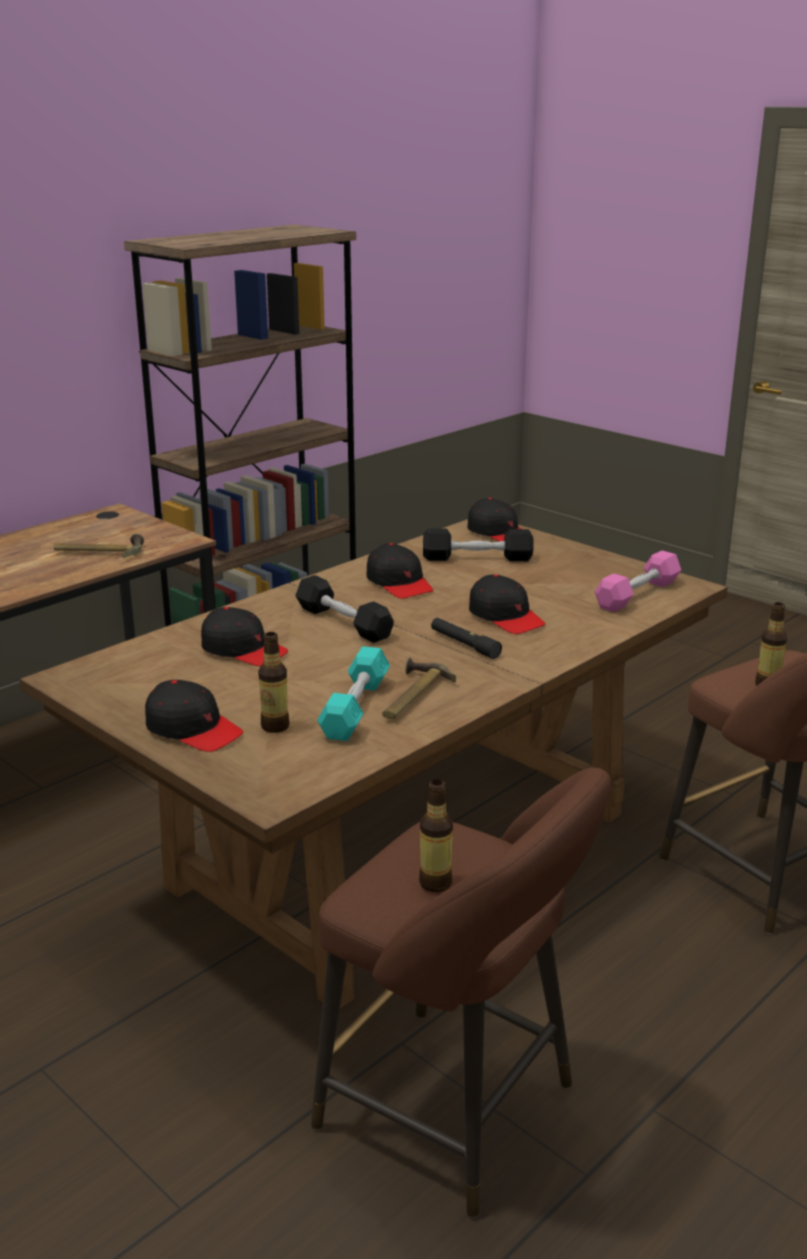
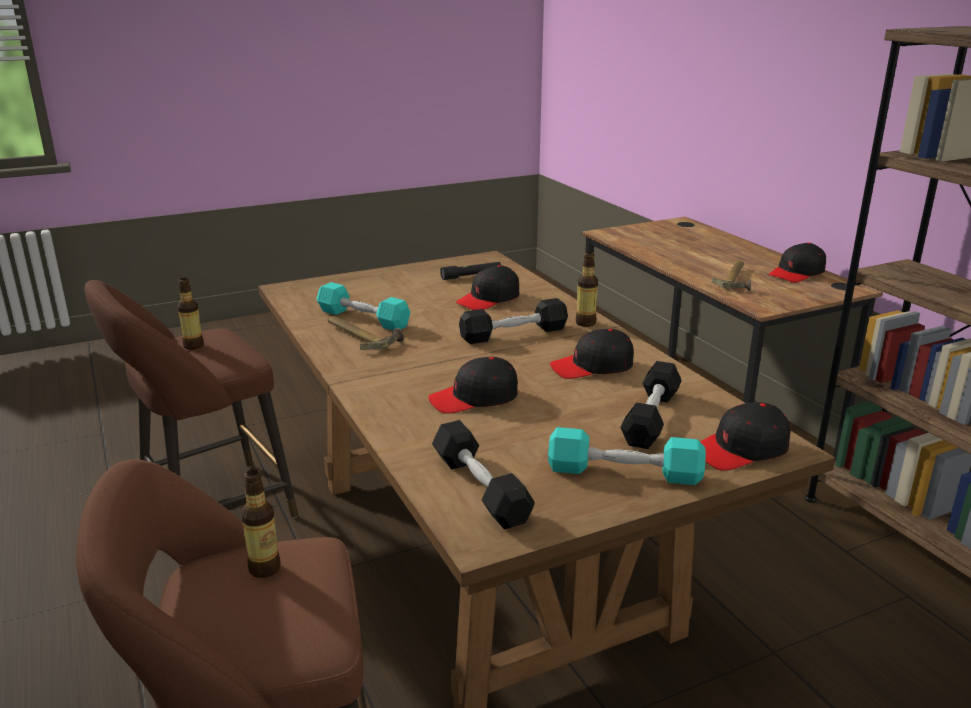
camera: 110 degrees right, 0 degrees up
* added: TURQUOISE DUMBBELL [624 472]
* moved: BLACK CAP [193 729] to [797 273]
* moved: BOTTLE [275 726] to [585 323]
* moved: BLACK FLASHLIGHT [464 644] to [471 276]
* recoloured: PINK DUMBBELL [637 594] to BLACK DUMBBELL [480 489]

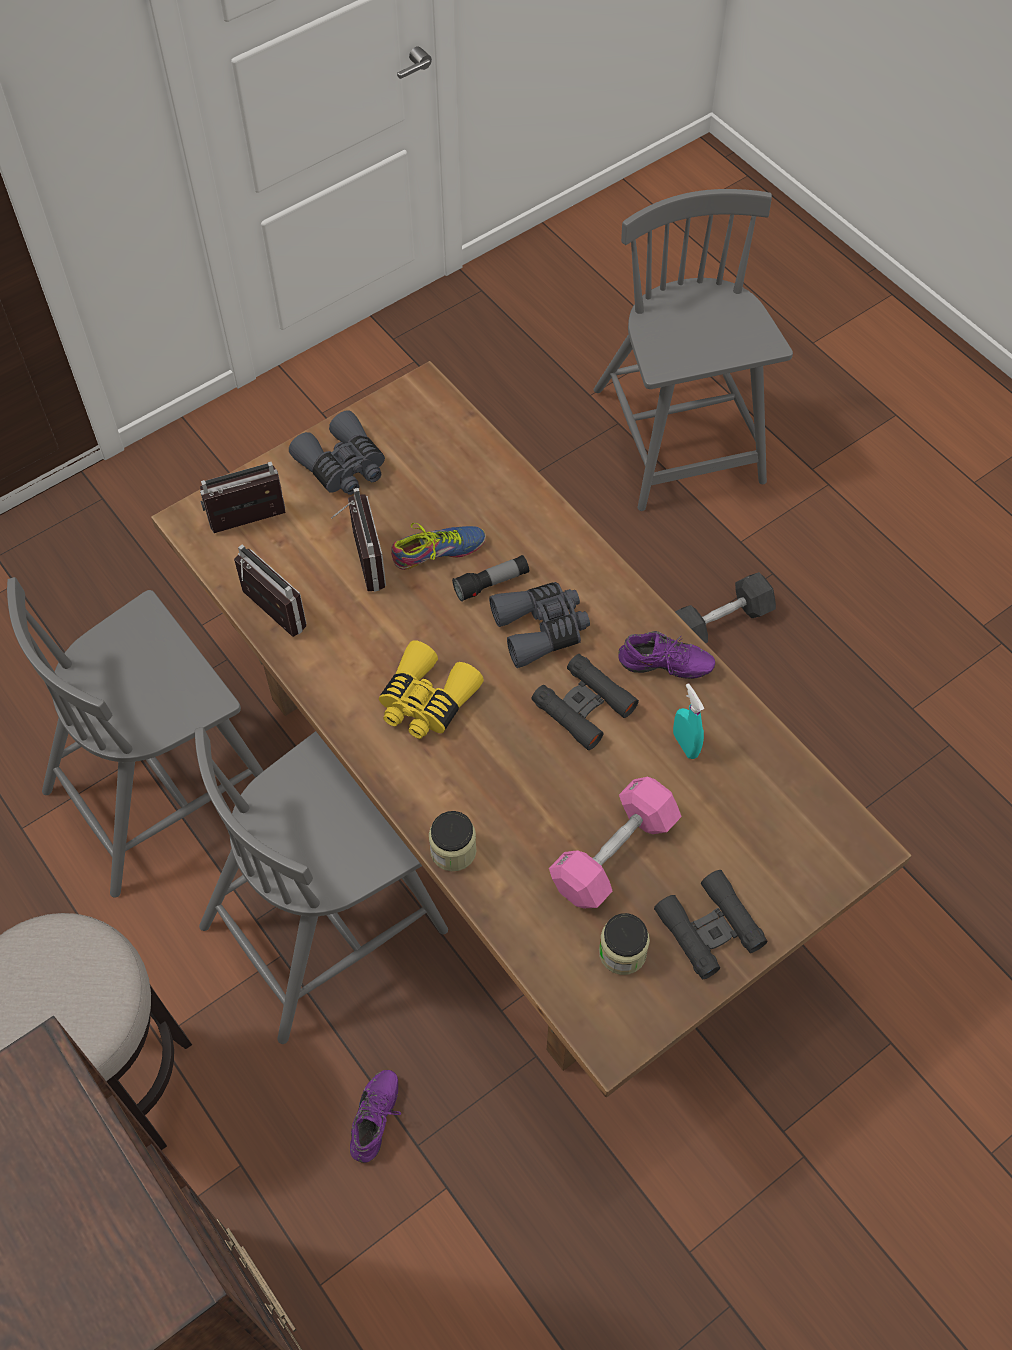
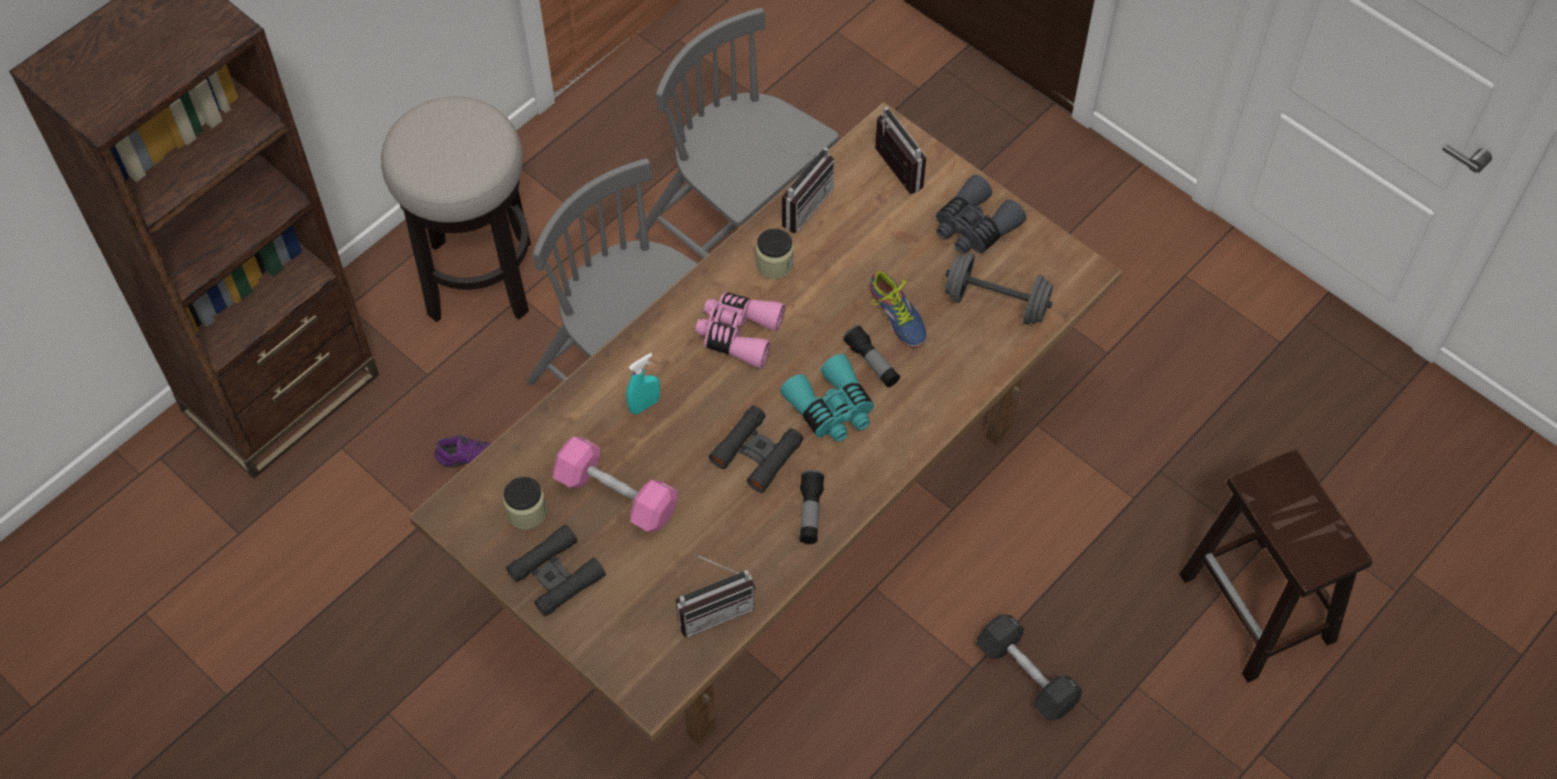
camera: 80 degrees right, 0 degrees up
* added: GREY DUMBBELL [996 302]
* moved: RADIO [359 561] to [713 608]
* moved: JAR [453 850] to [774 264]
* moved: TURQUOISE SPRAY BOTTLE [685 745] to [644 405]
* replaced: GREY CHAIR [678 439] to BROWN STOOL [1258 609]
* replaced: PURPLE SHOE [664 668] to FLASHLIGHT [810 513]
* recoloured: YELLOW BINOCULARS [426 701] to PINK BINOCULARS [738 334]
* recoloured: GREY BINOCULARS [541 629] to TURQUOISE BINOCULARS [831 409]

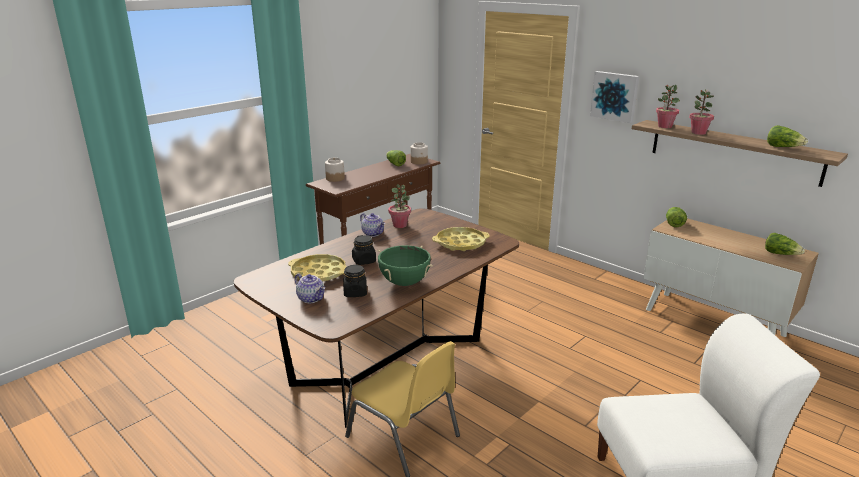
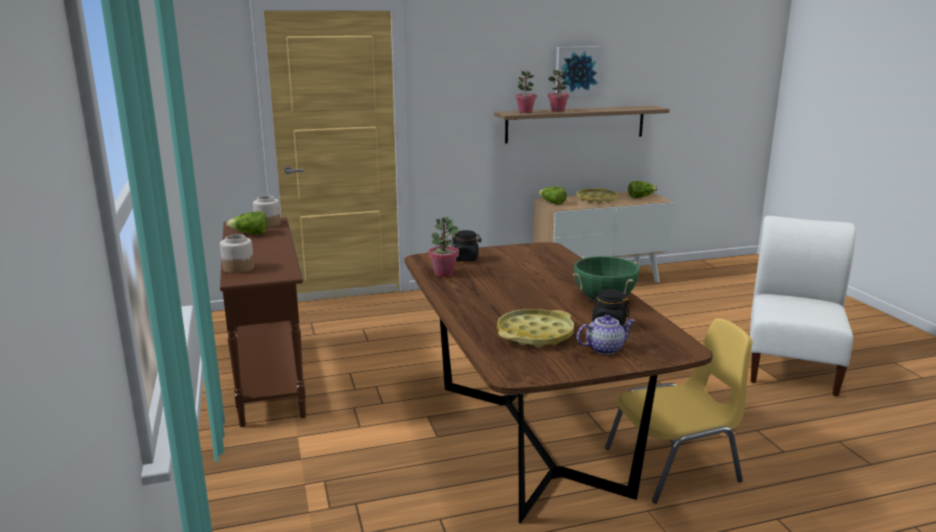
camera: 60 degrees left, 5 degrees down
* removed: TEAPOT [373 233]
* removed: LETTUCE [783 147]
* moved: BLACK JAR [364 261] to [466 259]
* moved: YELLOW TRAY [460 243] to [597 199]
* moved: PICTURE [615 96] to [577 70]

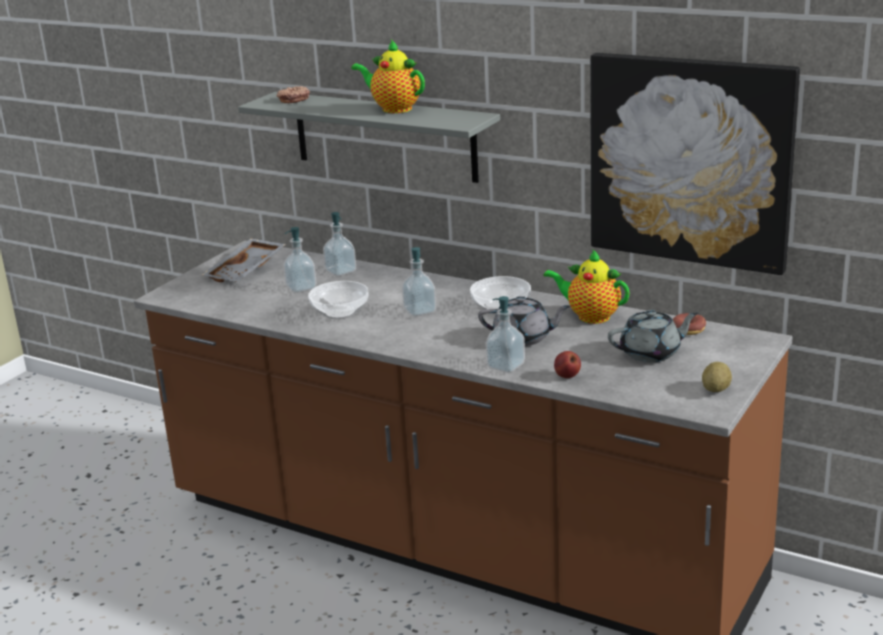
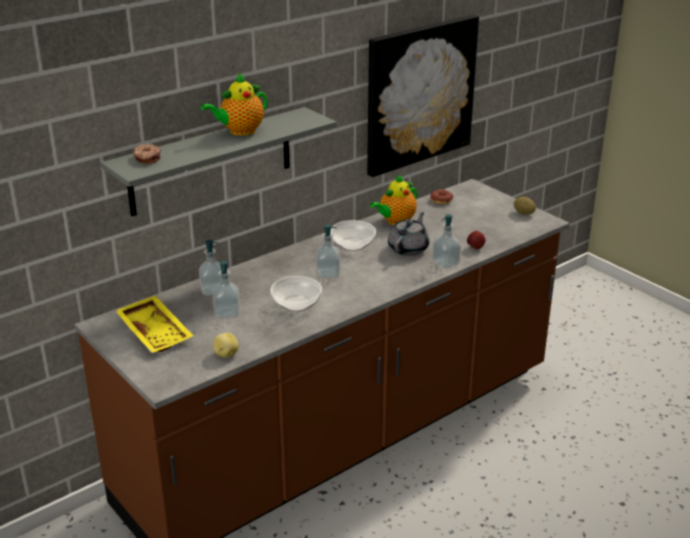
camera: 70 degrees left, 5 degrees up
* removed: GREY TEAPOT [651 353]
* added: POTATO [225 354]
* recoloured: GREY TRAY [247 271] to YELLOW TRAY [156 332]

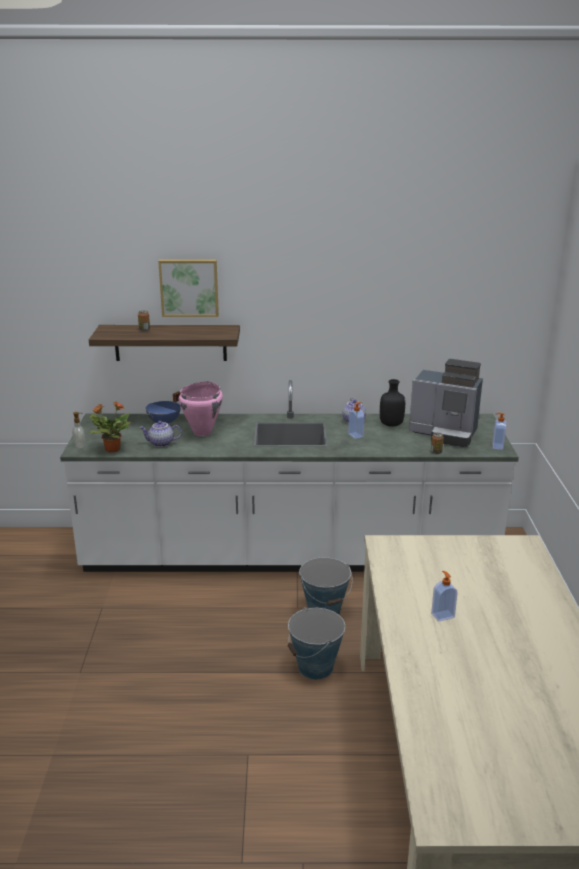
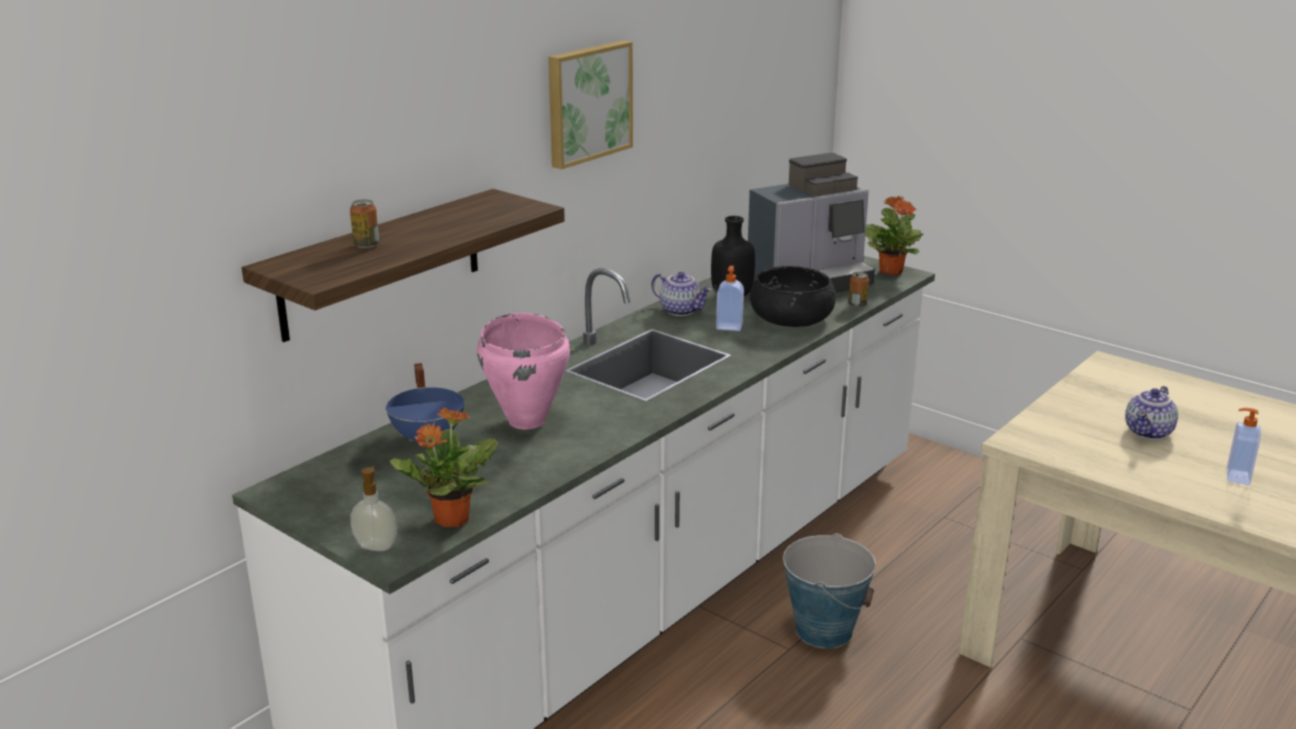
camera: 50 degrees left, 0 degrees up
* removed: BUCKET [315 667]
* added: BLACK BOWL [791 317]
* moved: TEAPOT [161 444] to [1149 433]
* moved: PICTURE [189 287] to [587 102]
* replaced: SOAP DISPENSER [497 446] to POTTED PLANT [891 271]

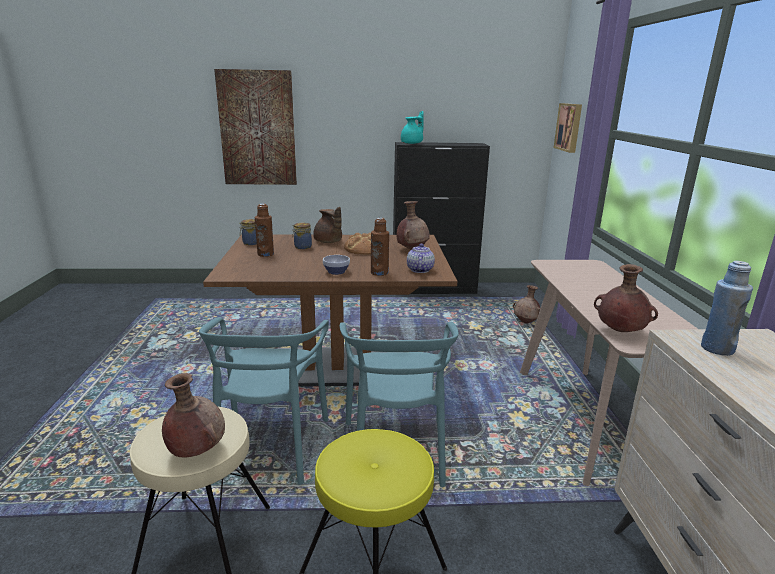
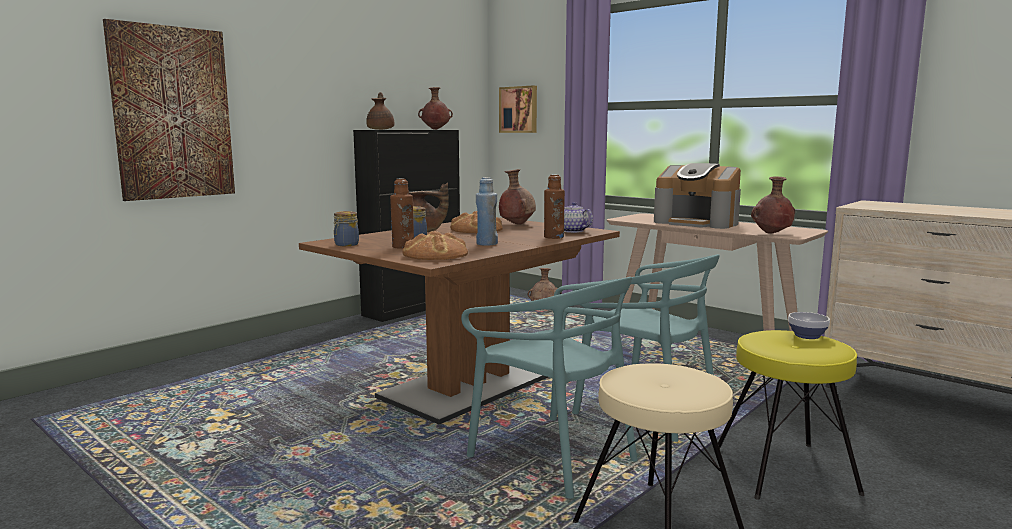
camera: 45 degrees left, 10 degrees down
* added: BREAD [435 255]
* added: COFFEE MACHINE [697 223]
* moved: BROWN VASE [196 451] to [435 129]
* moved: BOWL [336 271] to [806 336]
* moved: BLUE BOTTLE [717 349] to [486 244]
* recoloured: TURQUOISE TEAPOT [412 143] to BROWN TEAPOT [381 129]

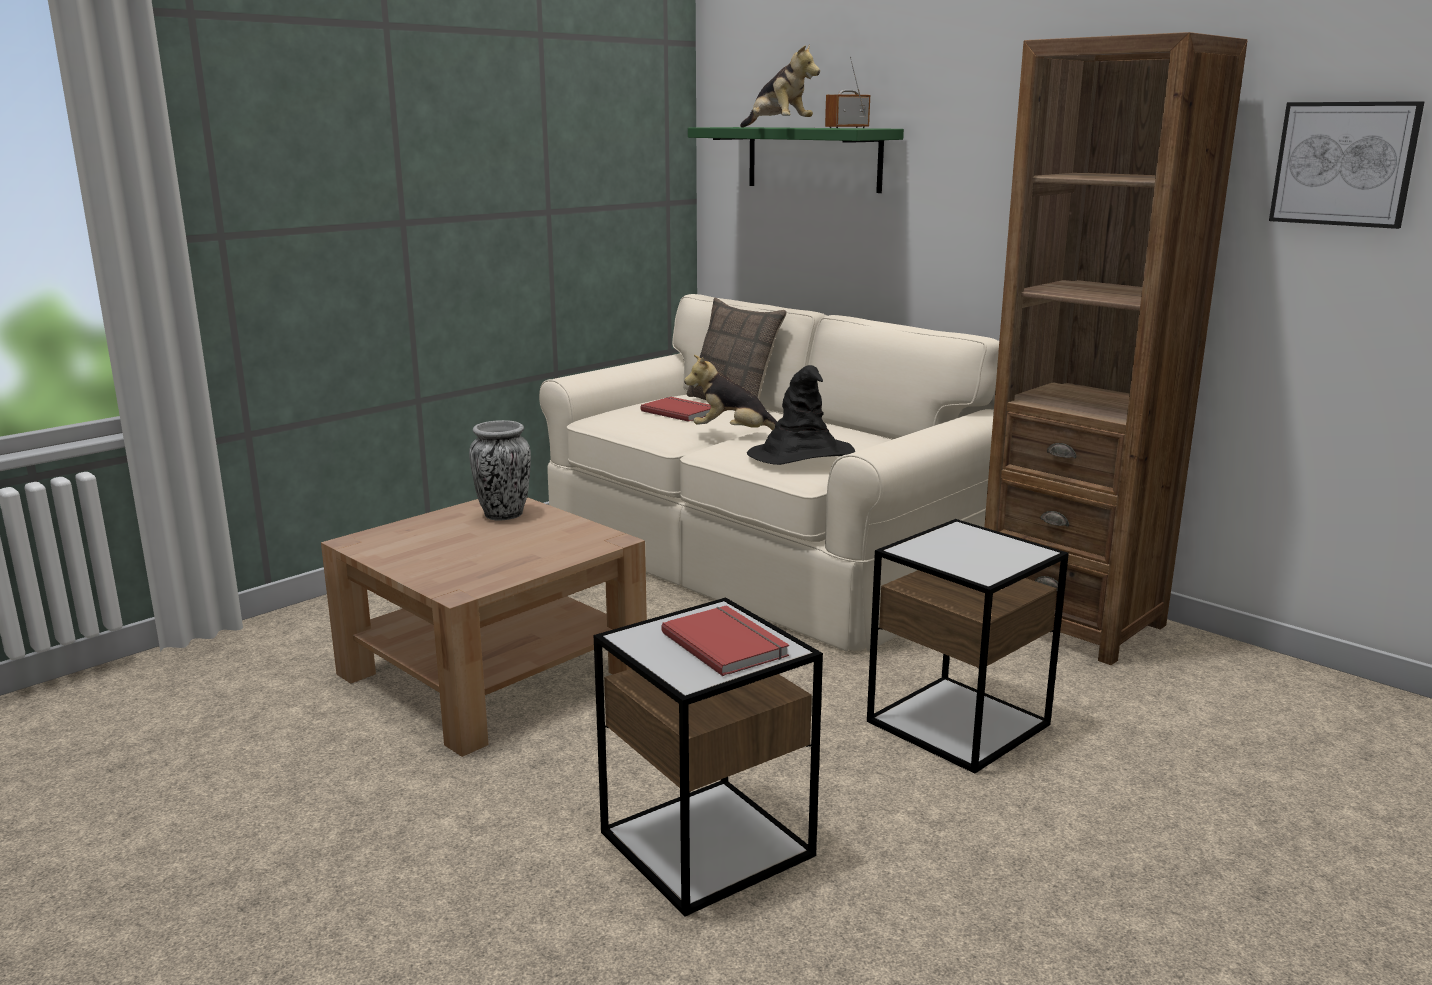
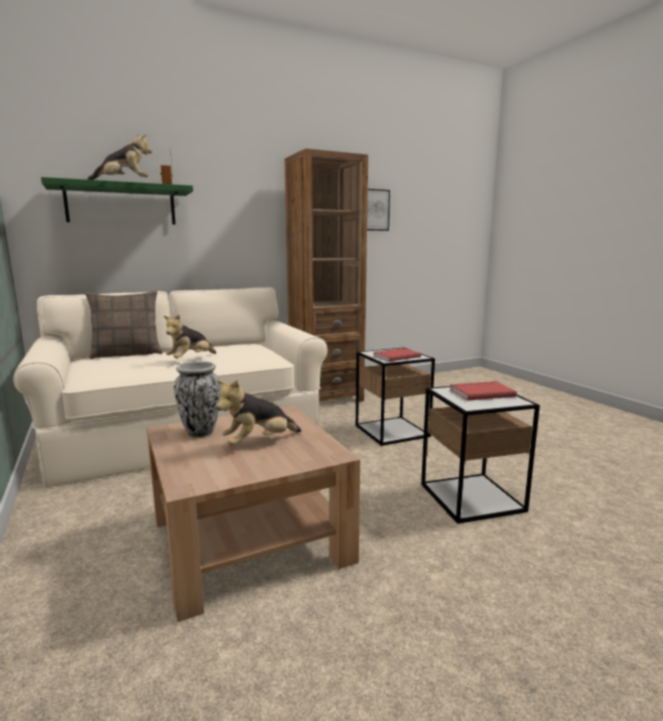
camera: 70 degrees left, 5 degrees down
* removed: BLACK HAT [801 455]
* added: PLUSH TOY [258 443]
* moved: RED BOOK [680 411] to [395 356]

